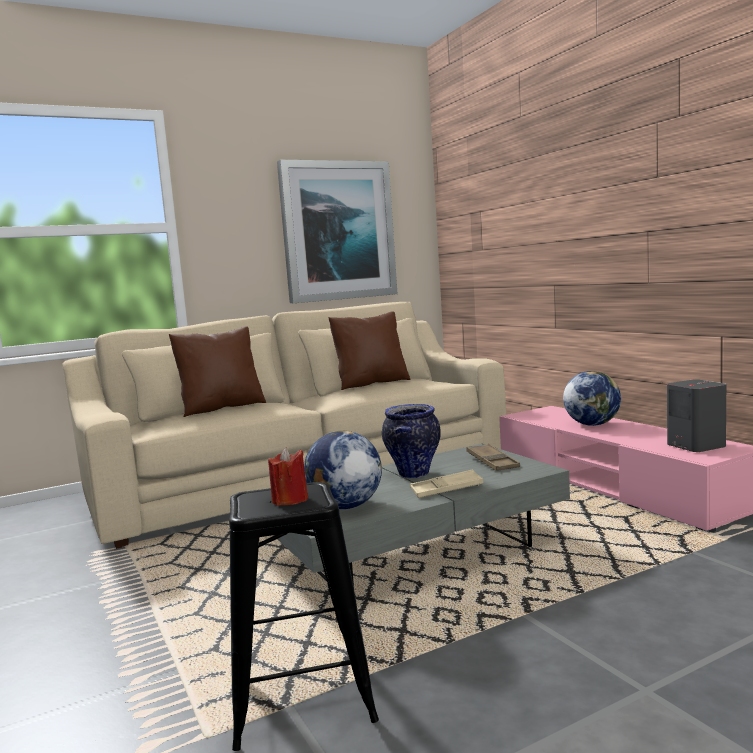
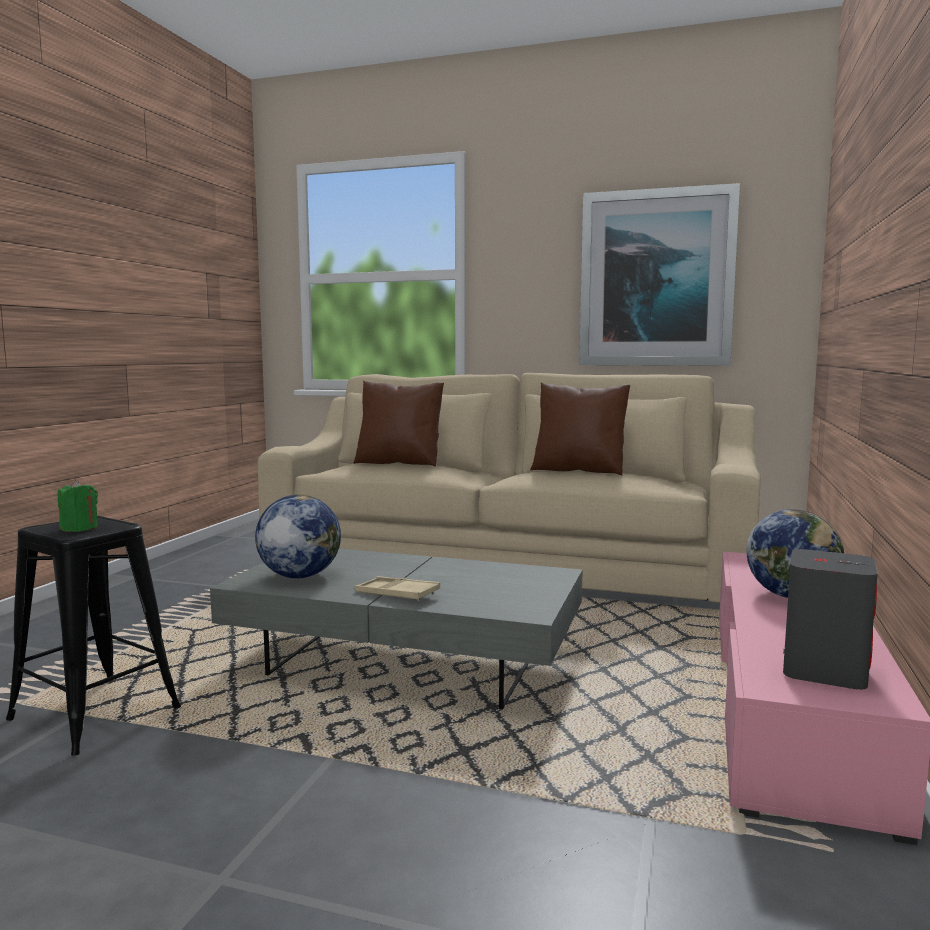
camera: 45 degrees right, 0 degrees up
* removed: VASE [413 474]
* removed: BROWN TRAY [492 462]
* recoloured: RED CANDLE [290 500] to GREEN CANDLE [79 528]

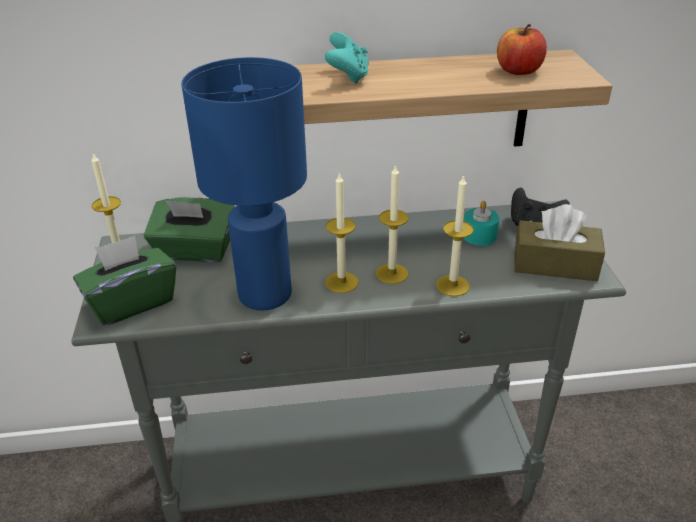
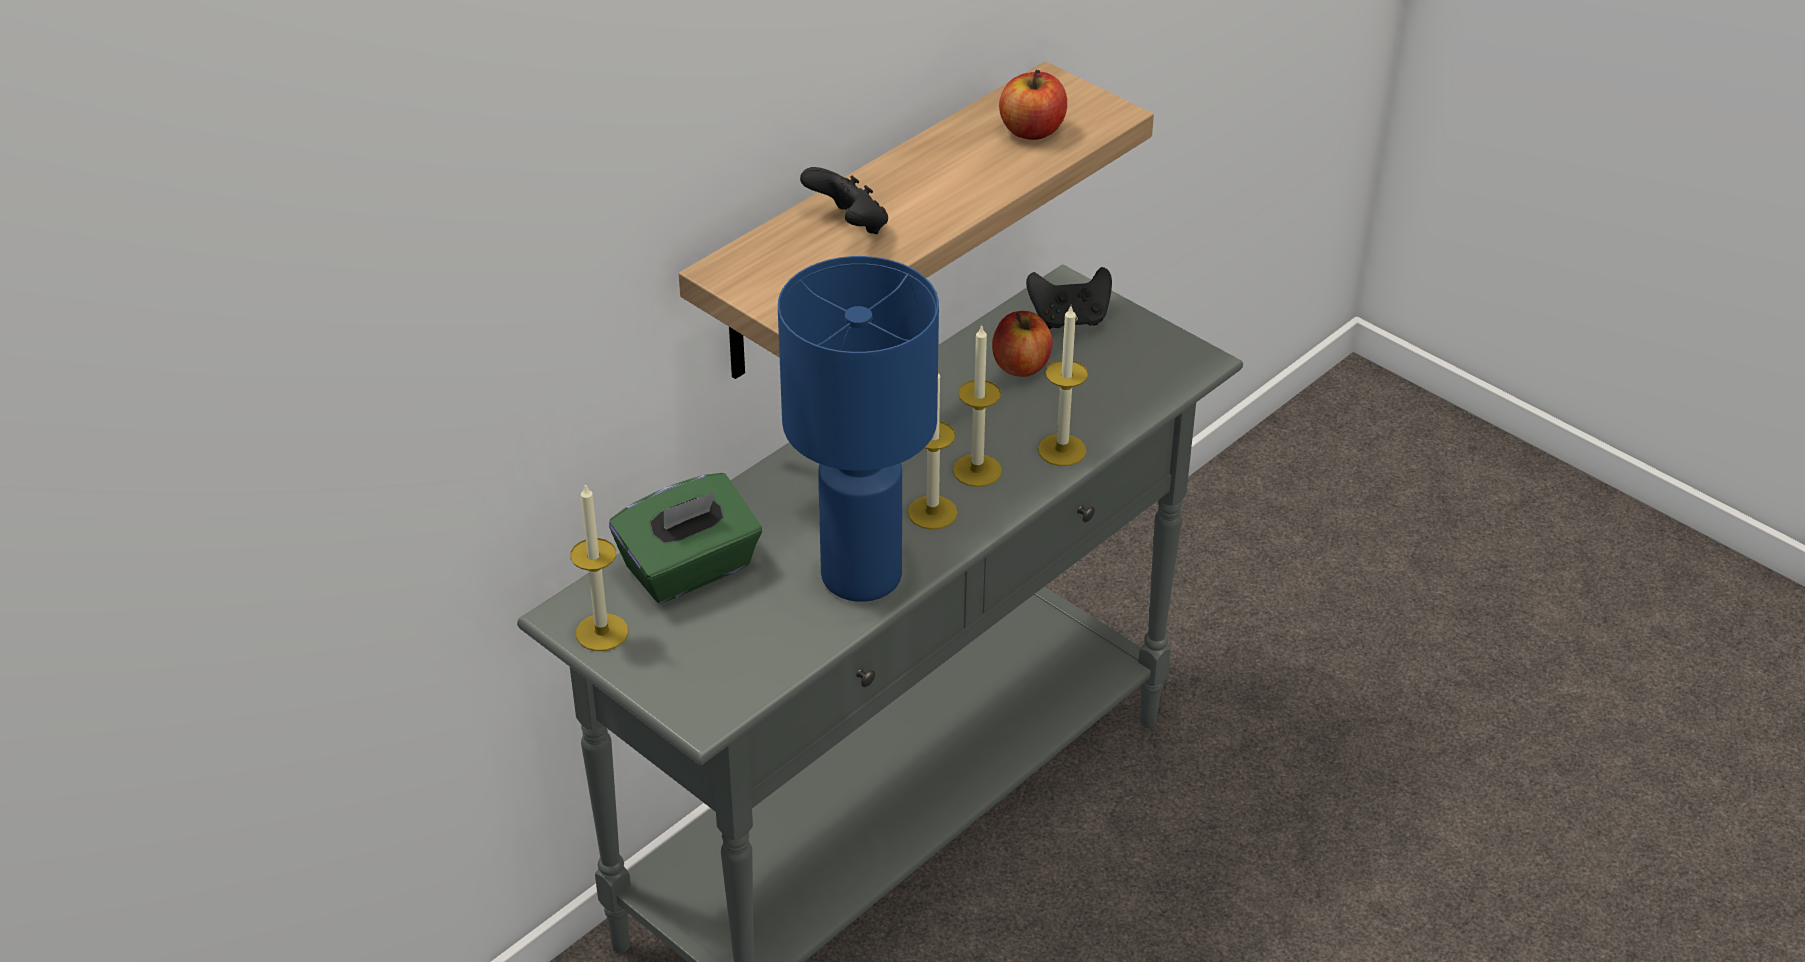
camera: 40 degrees left, 5 degrees up
* removed: GREEN TISSUE BOX [132 302]
* removed: BROWN TISSUE BOX [555 264]
* replaced: TURQUOISE CANDLE [479 236] to APPLE [1021 366]
* recoloured: TURQUOISE GAME CONTROLLER [348 77] to BLACK GAME CONTROLLER [849 225]

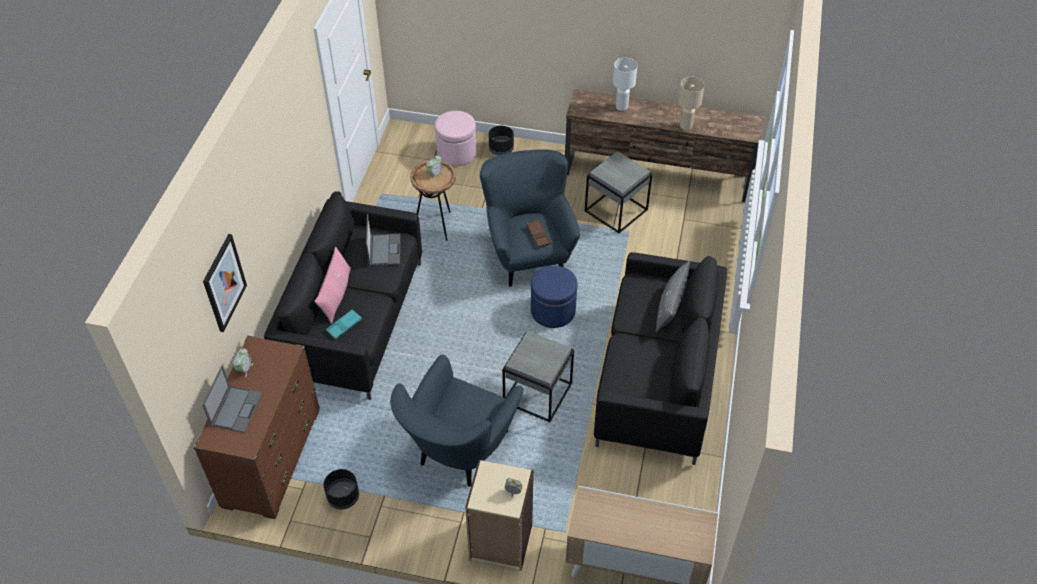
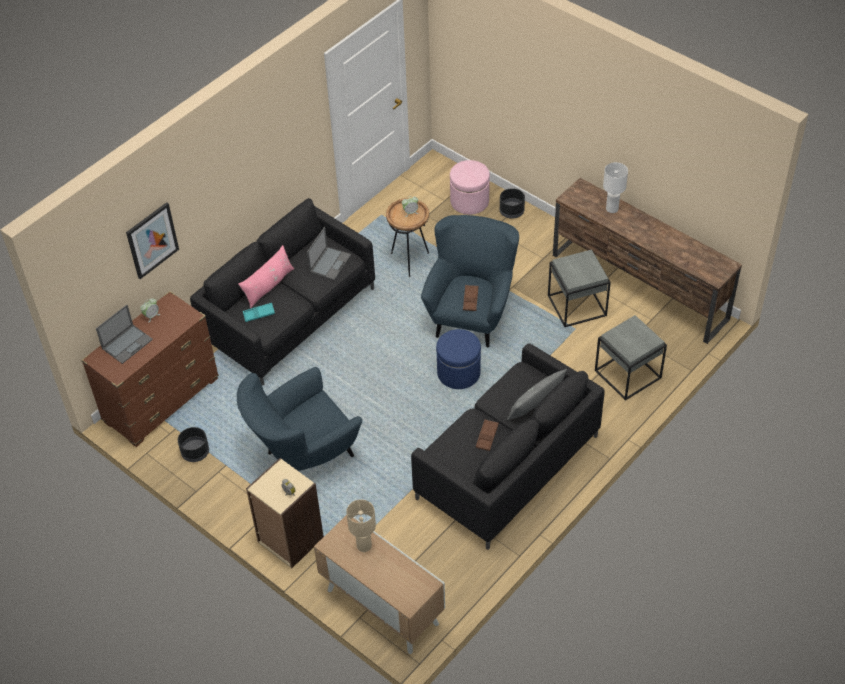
camera: 30 degrees right, 0 degrees up
* added: BROWN TRAY [487 436]
* moved: GREY SIDE TABLE [538 393] to [628 374]
* moved: BEIGE TABLE LAMP [686 126] to [364 546]

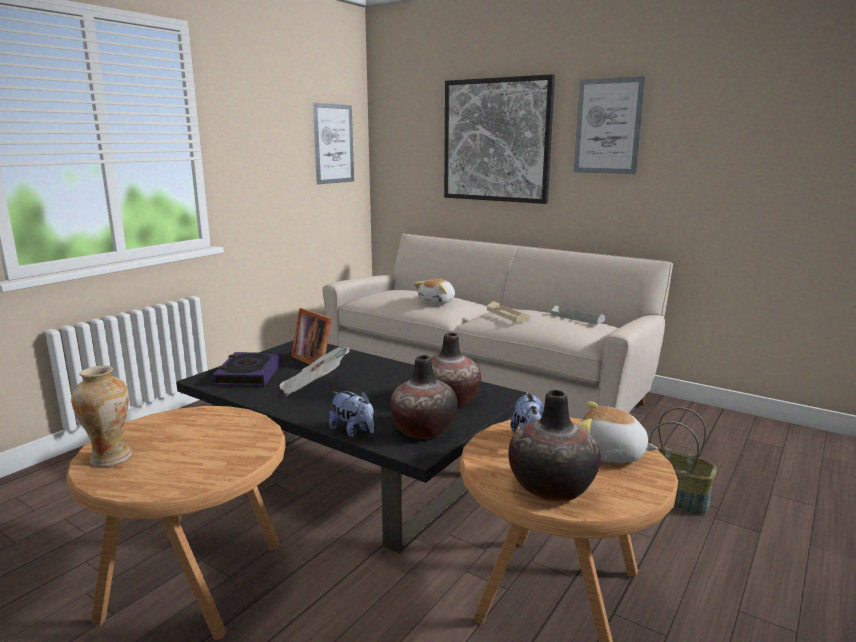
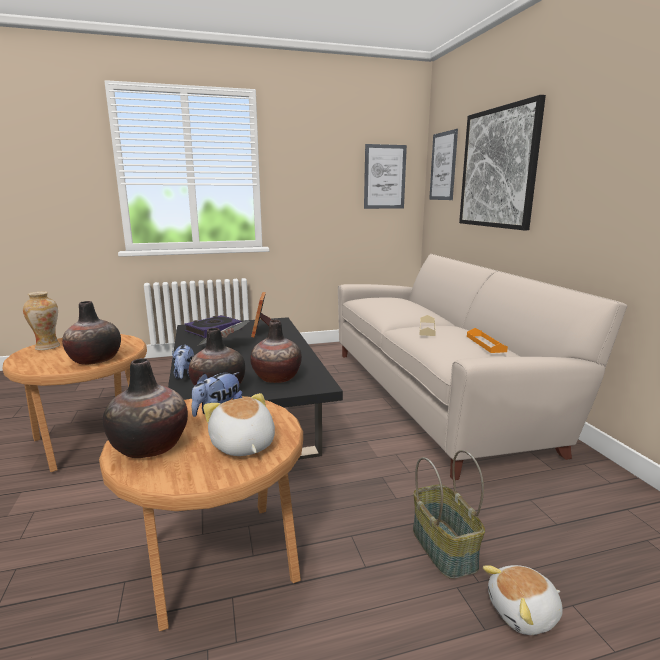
camera: 40 degrees right, 0 degrees up
* added: VASE [95 360]
* moved: PLUSH TOY [437 302] to [524 613]
* moved: PICTURE [608 126] to [443 166]
* recoloured: GREY TRAY [577 318] to ORANGE TRAY [485 344]

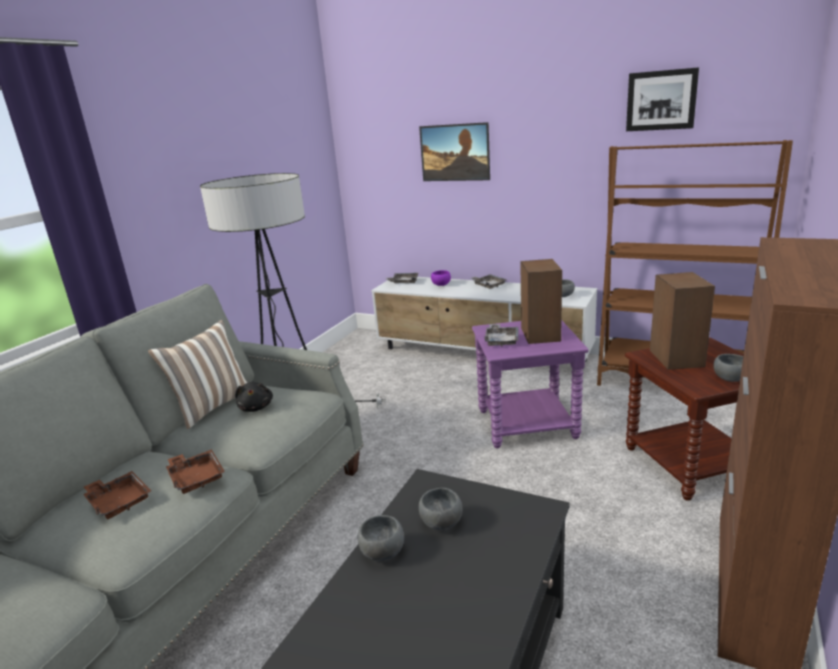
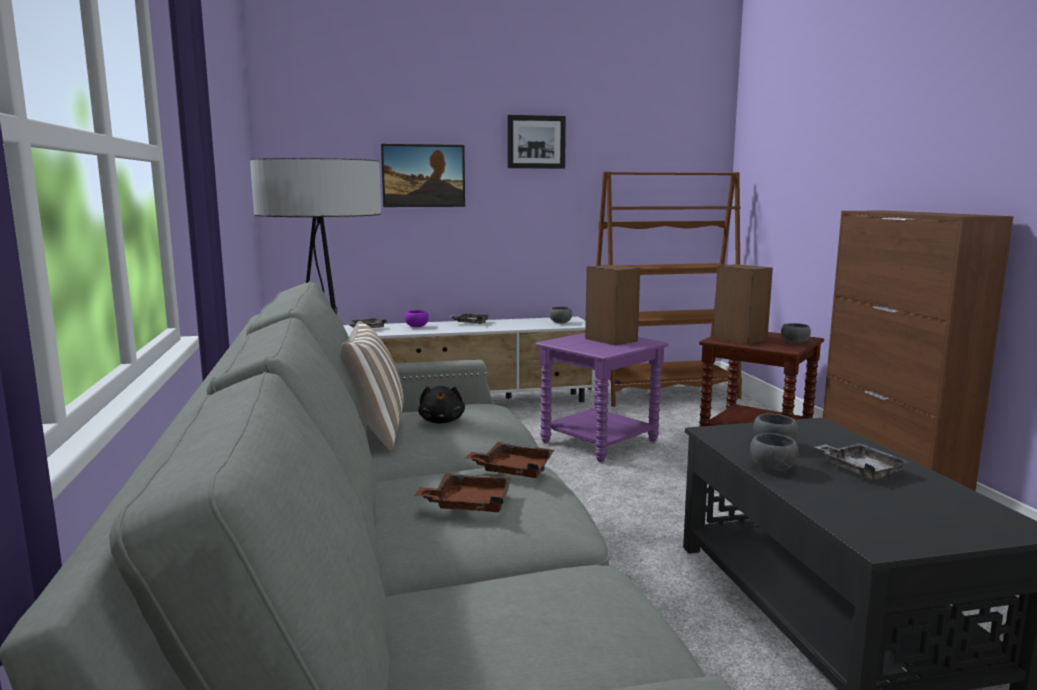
camera: 40 degrees left, 10 degrees down
* moved: GREY TRAY [501 341] to [861 469]
* moved: PICTURE [661 100] to [536 142]
* turned: BLACK PLUSH TOY [256 407] = [442 421] 45 degrees clockwise

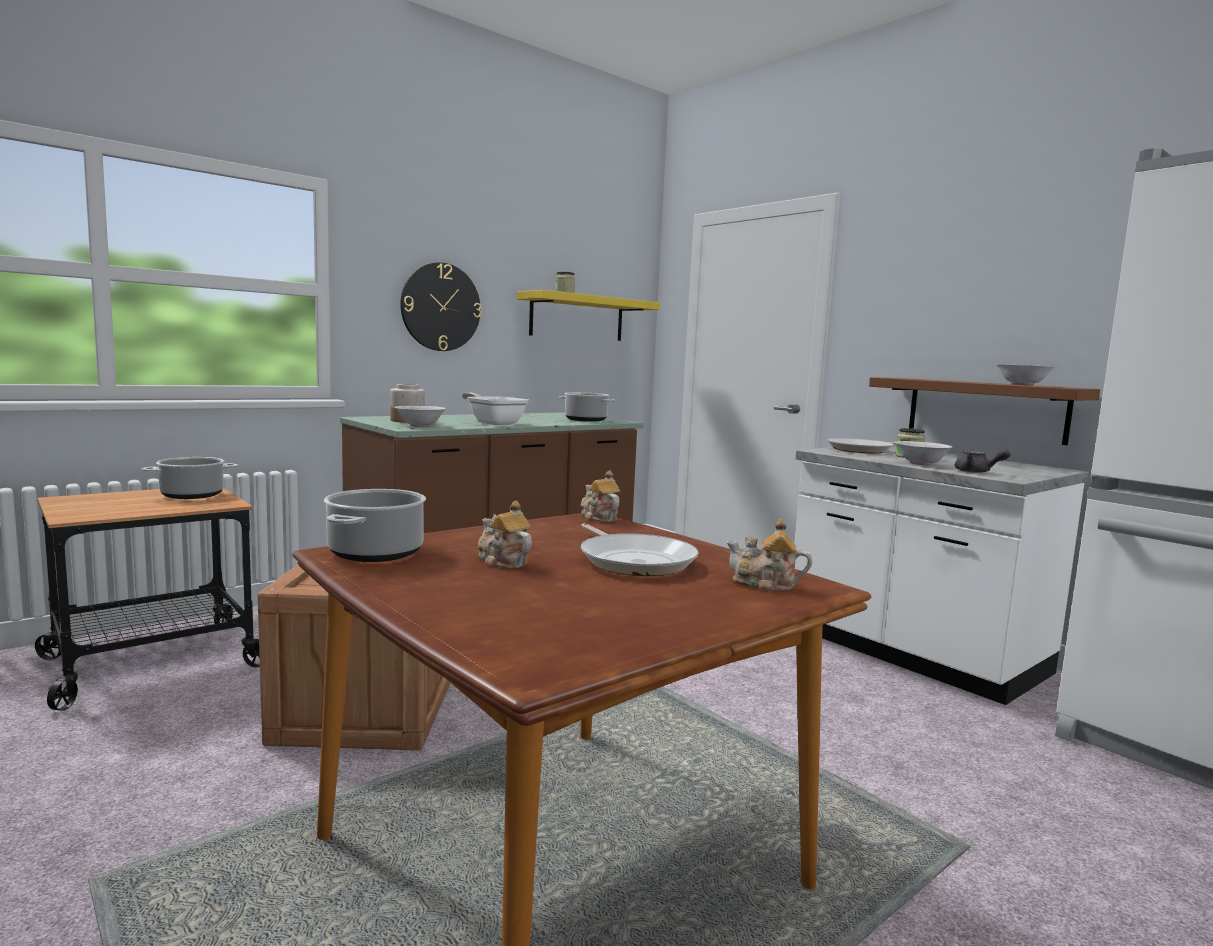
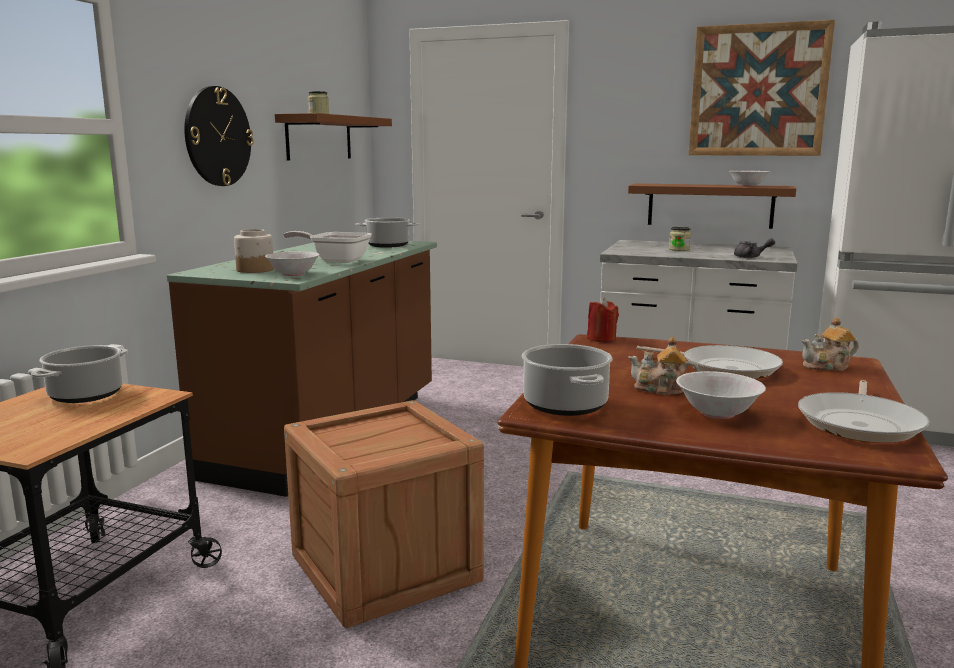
camera: 30 degrees left, 5 degrees up
* added: PICTURE [758 91]
* moved: FRYING PAN [862 450] to [860 423]
* moved: WHITE BOWL [920 463] to [717 413]
* replaced: TEAPOT [598 517] to RED CANDLE [601 339]
* recoloured: YELLOW SHELF [577 318] to BROWN SHELF [319 138]

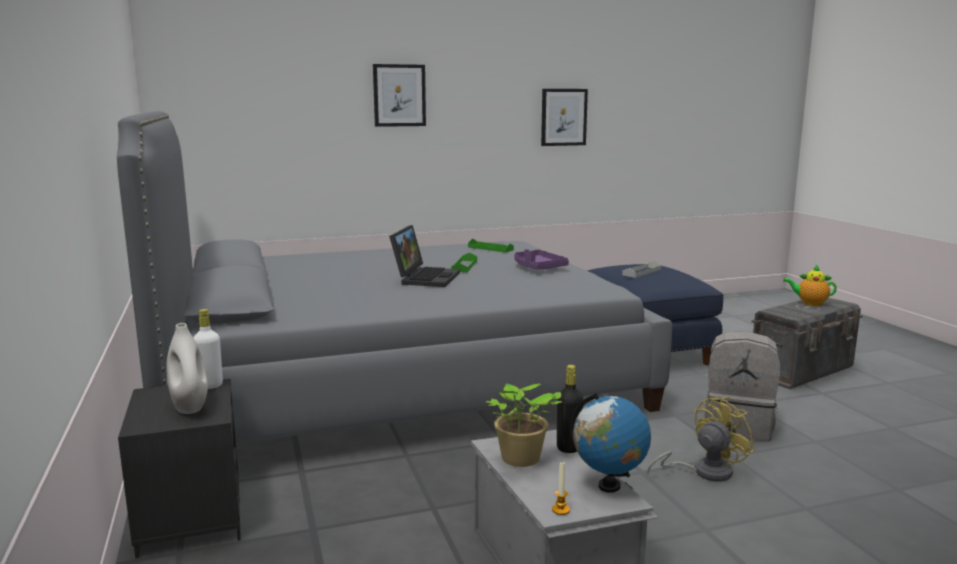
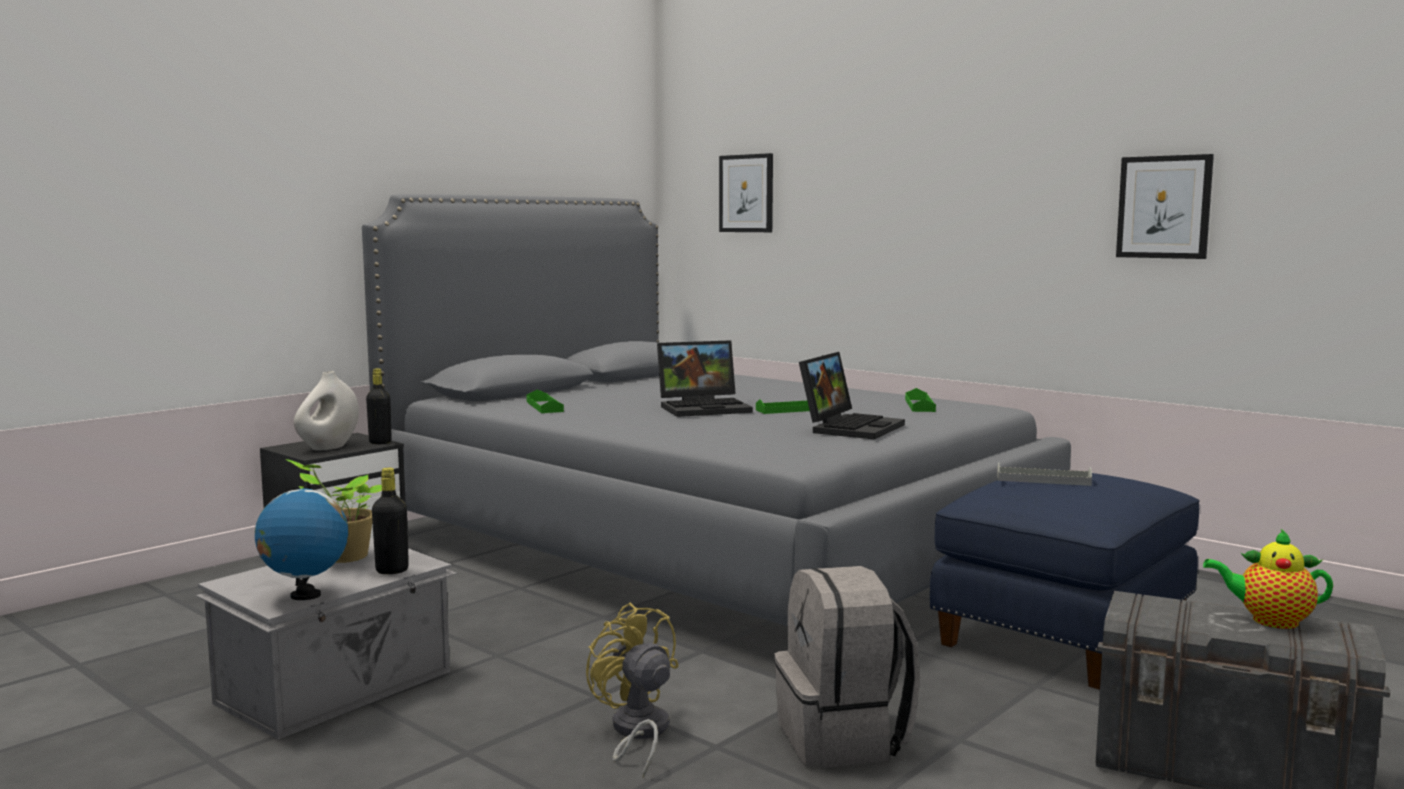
camera: 60 degrees right, 5 degrees down
* removed: CANDLE [561 510]
* added: GREEN TRAY [544 406]
* moved: PICTURE [399 95] to [746 193]
* replaced: PURPLE TRAY [538 267] to LAPTOP [850 427]
* recoloured: WHITE BOTTLE [210 385] to BLACK BOTTLE [380 442]
* turned: YELLOW FAN [703 472] = [637 733] 150 degrees counterclockwise
* turned: TEAPOT [809 303] = [1269 621] 60 degrees counterclockwise

